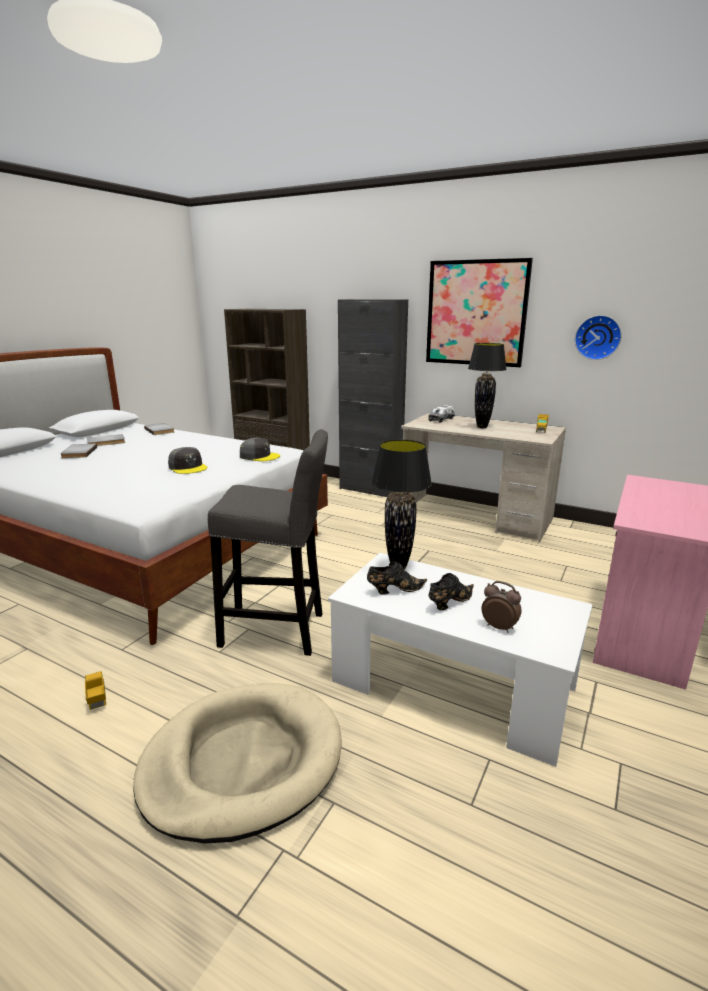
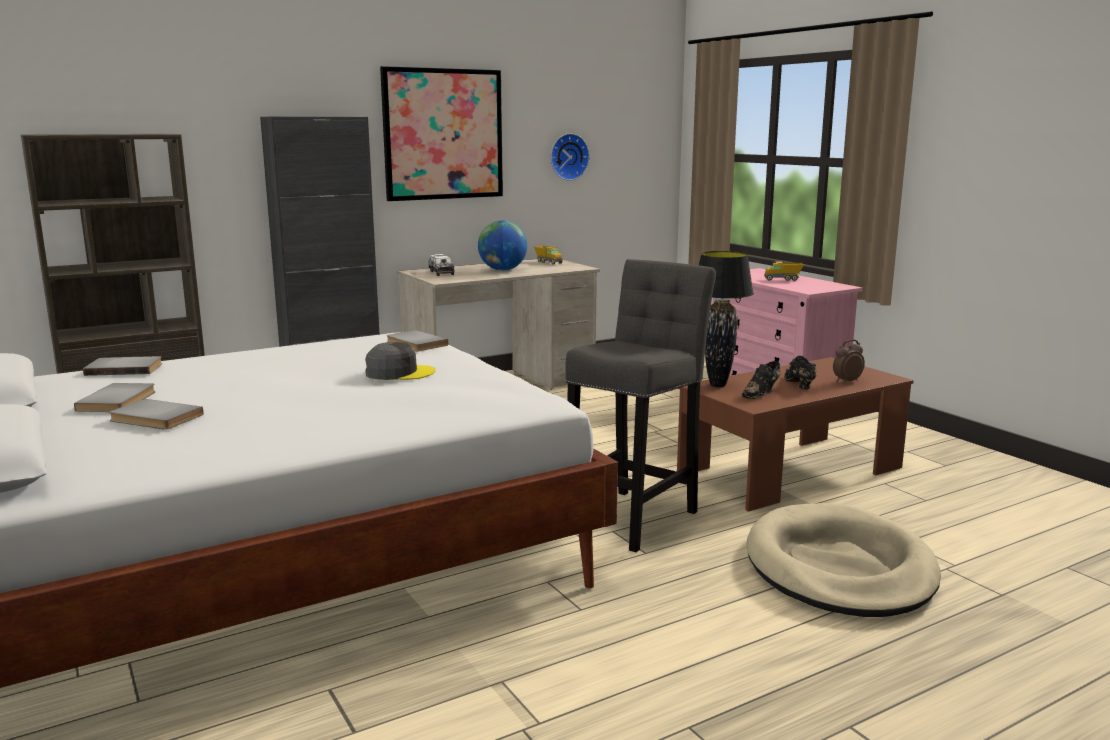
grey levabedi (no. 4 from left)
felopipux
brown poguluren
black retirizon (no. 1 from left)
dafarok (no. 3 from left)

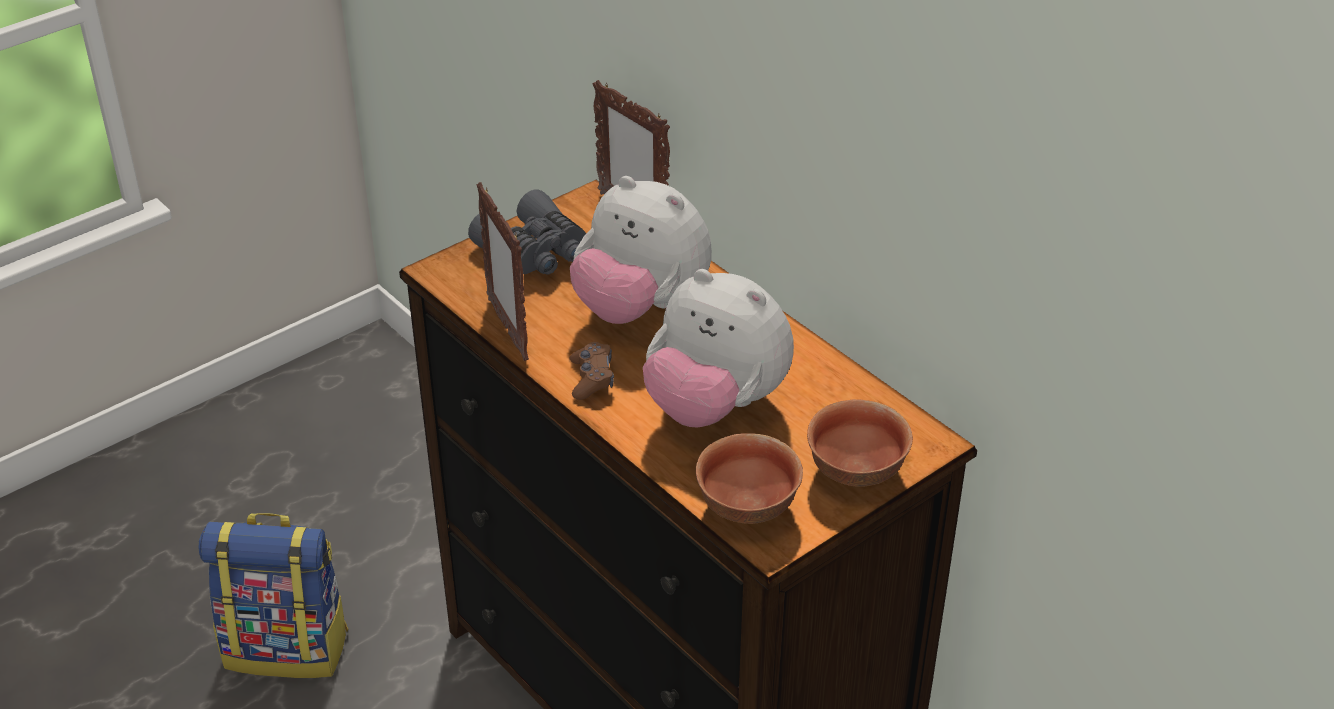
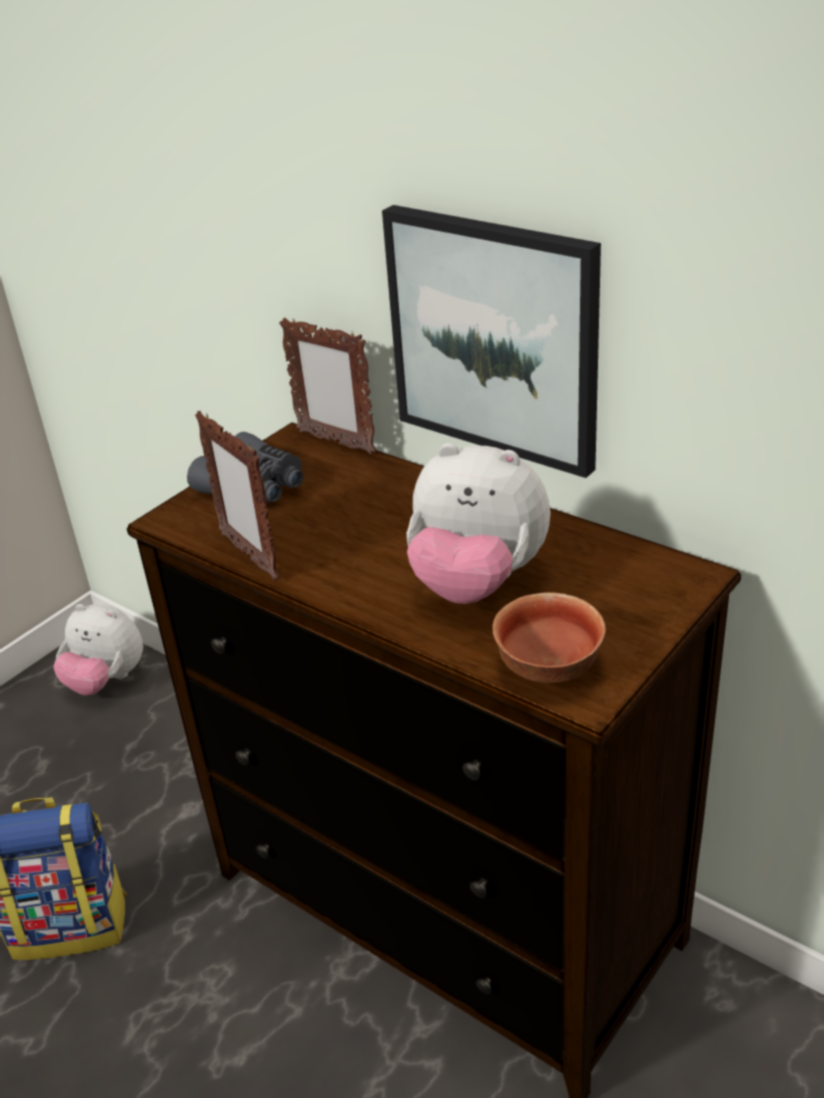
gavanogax (no. 1 from left)
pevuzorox
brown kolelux
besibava (no. 2 from left in the first image)

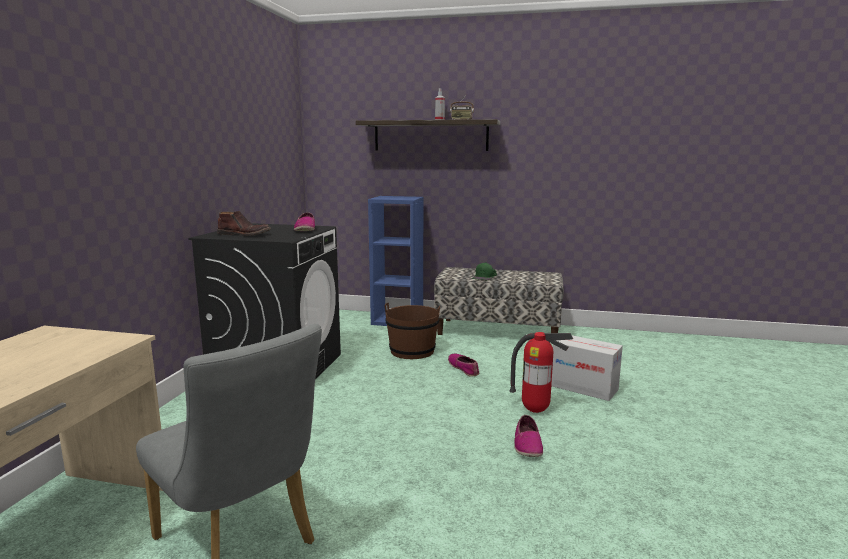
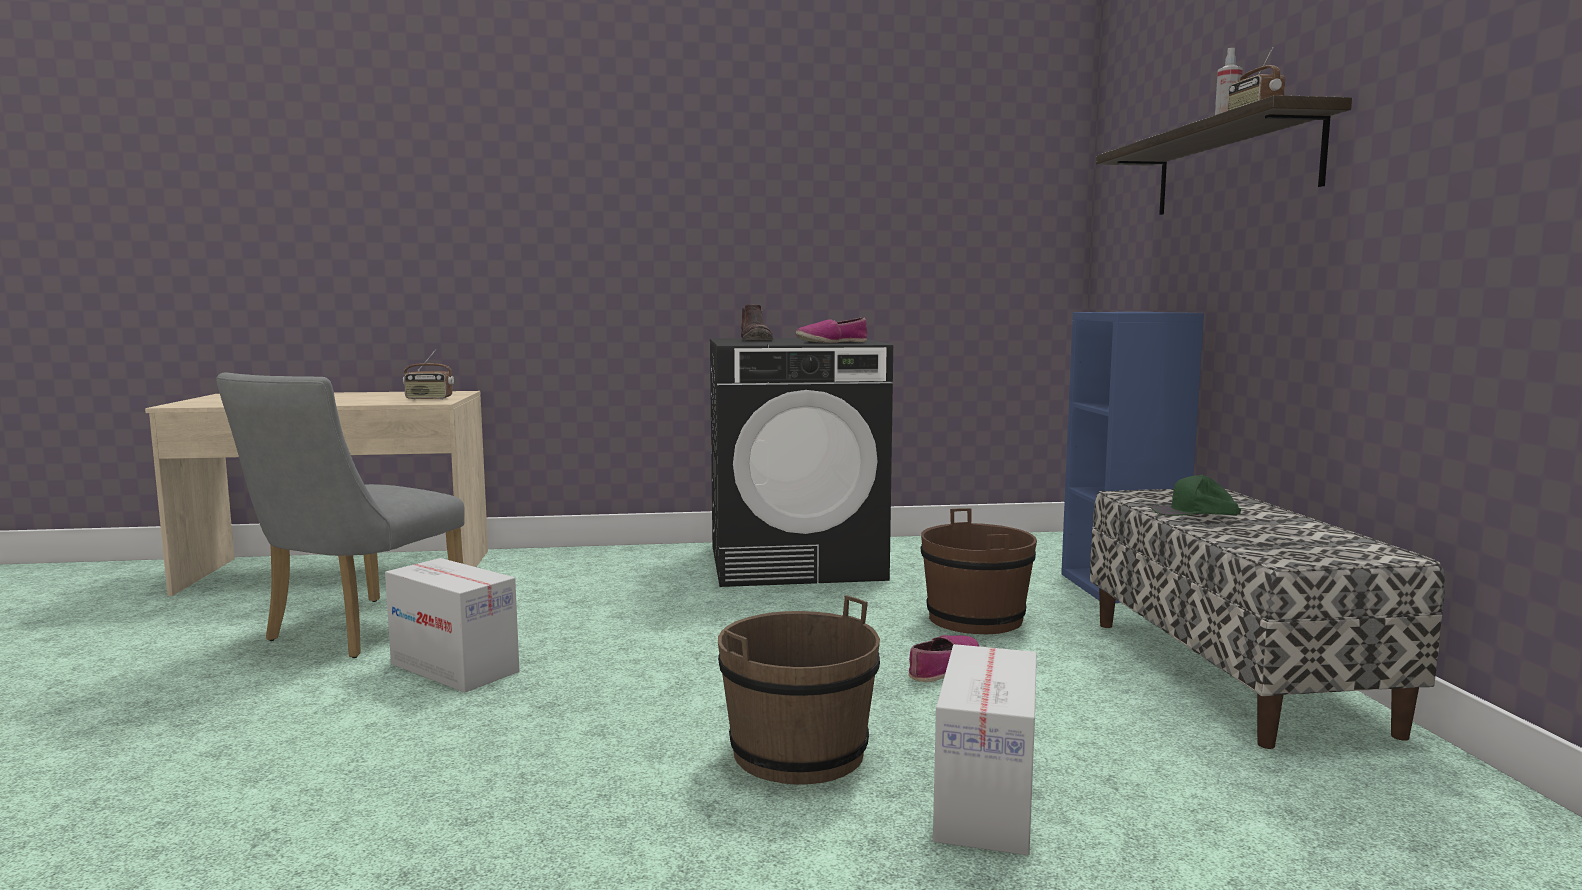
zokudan (no. 1 from left)
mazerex (no. 1 from left)
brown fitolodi (no. 1 from left)
retirizon (no. 3 from left in the first image)

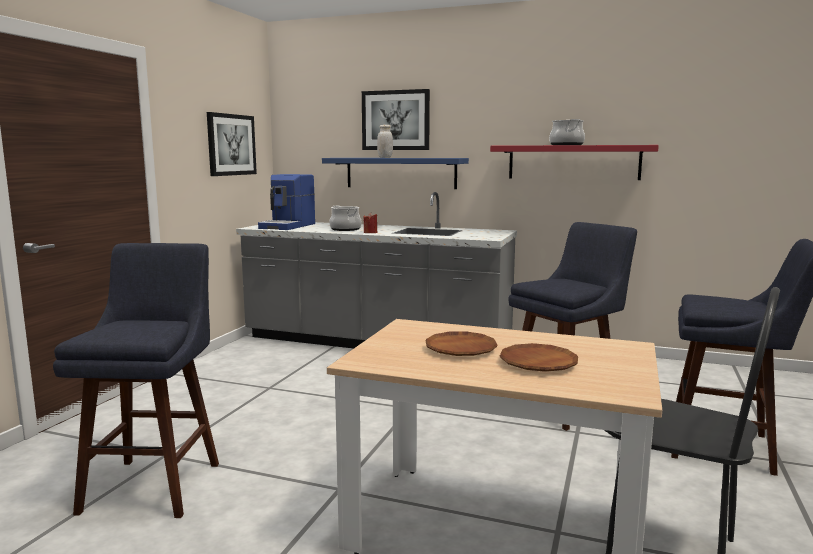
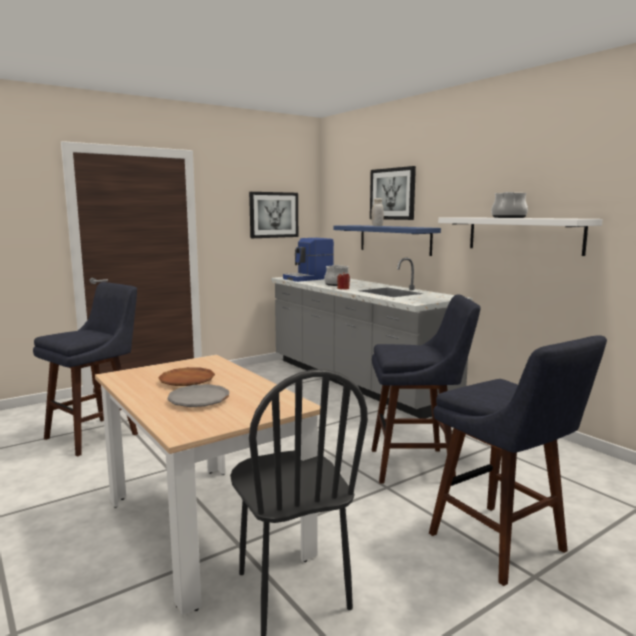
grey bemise
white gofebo

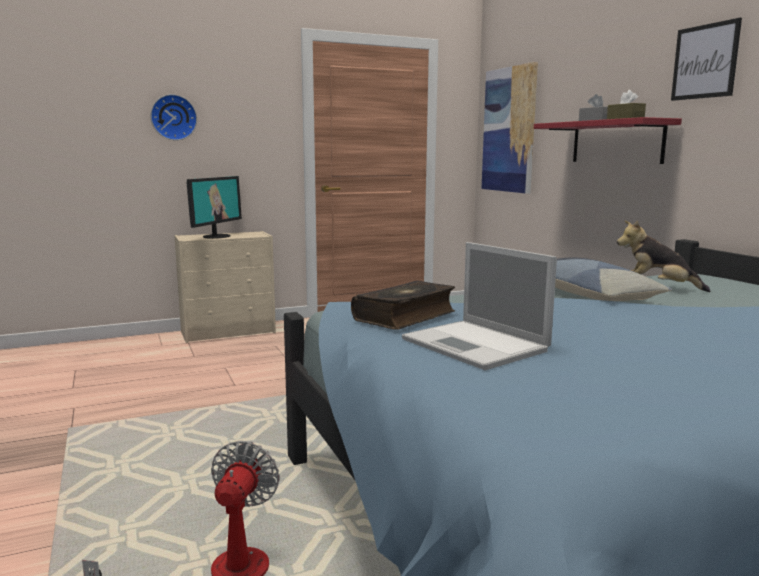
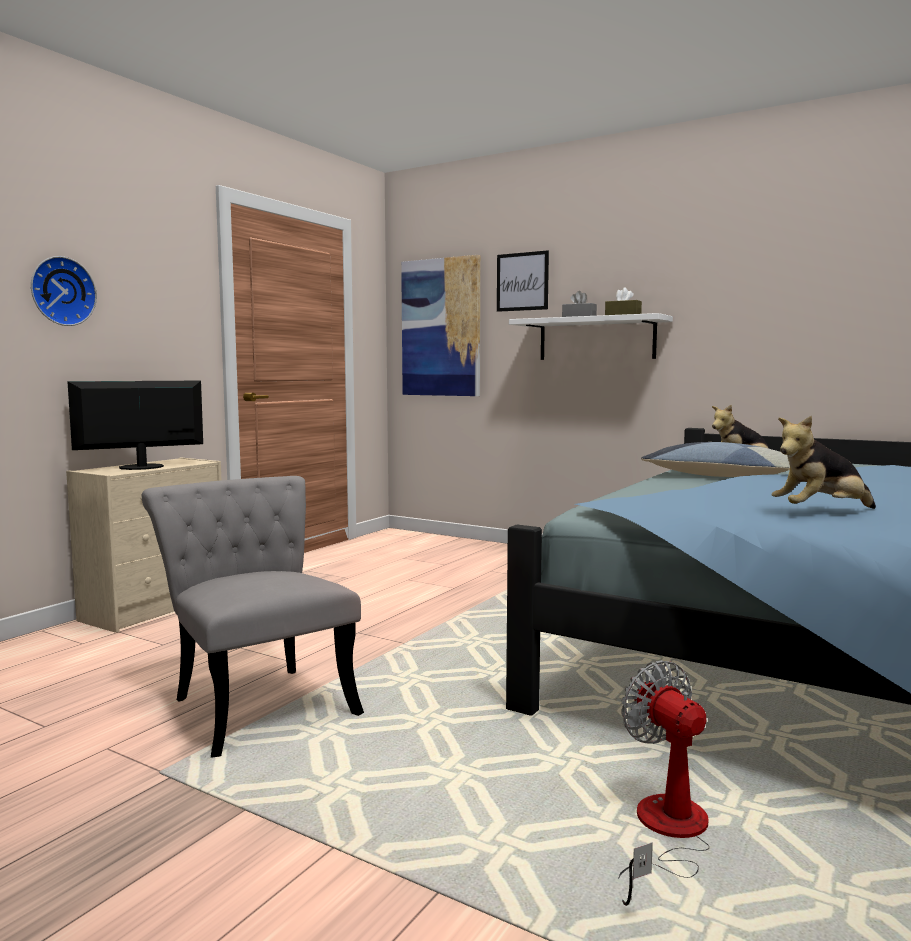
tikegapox
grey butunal
pevuzorox (no. 2 from left)
white gofebo
gavanogax (no. 2 from left)
levabedi

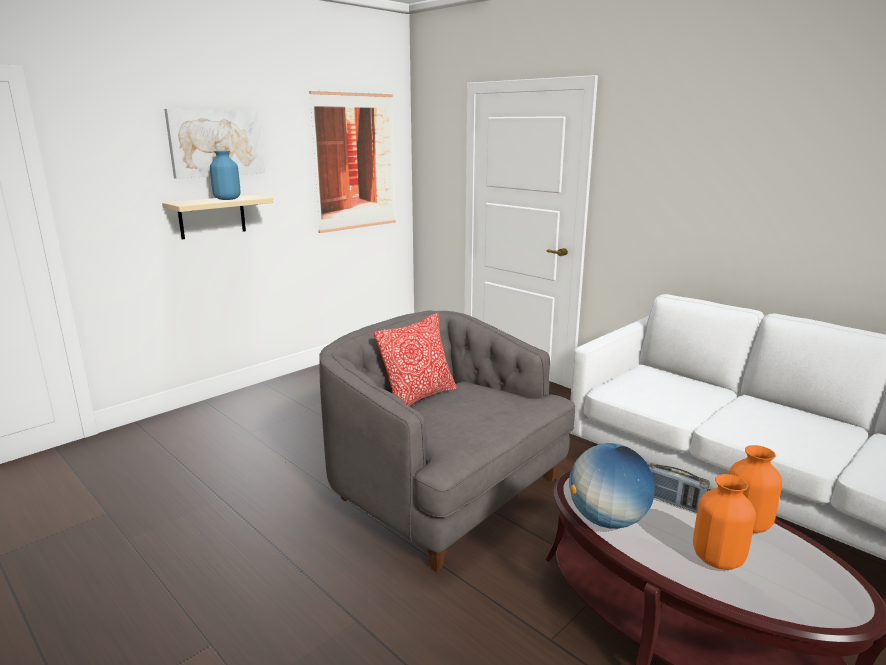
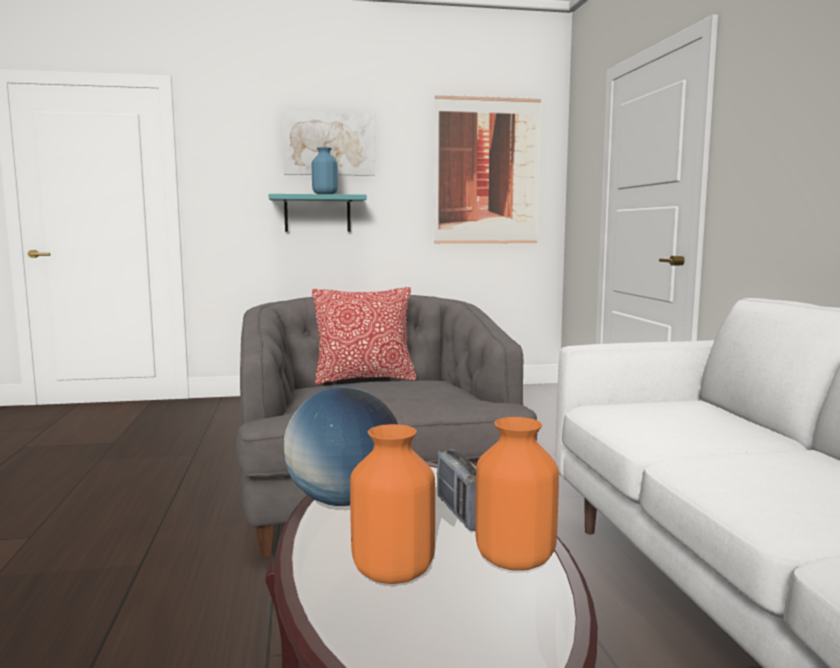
turquoise gofebo

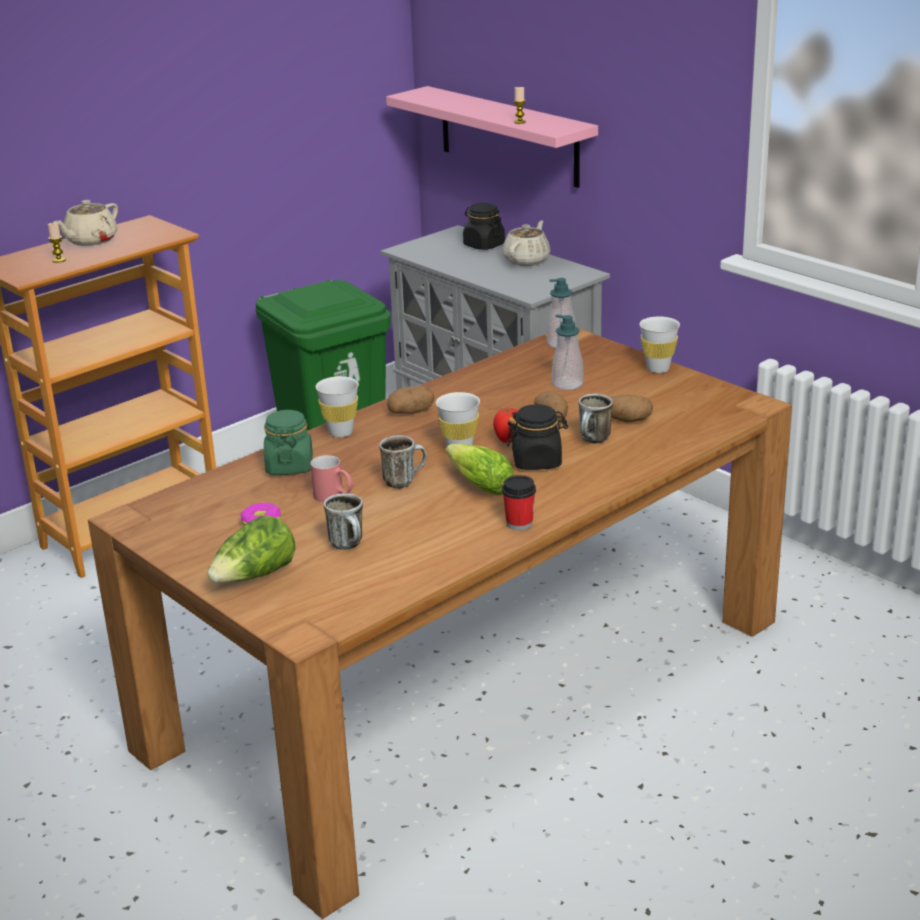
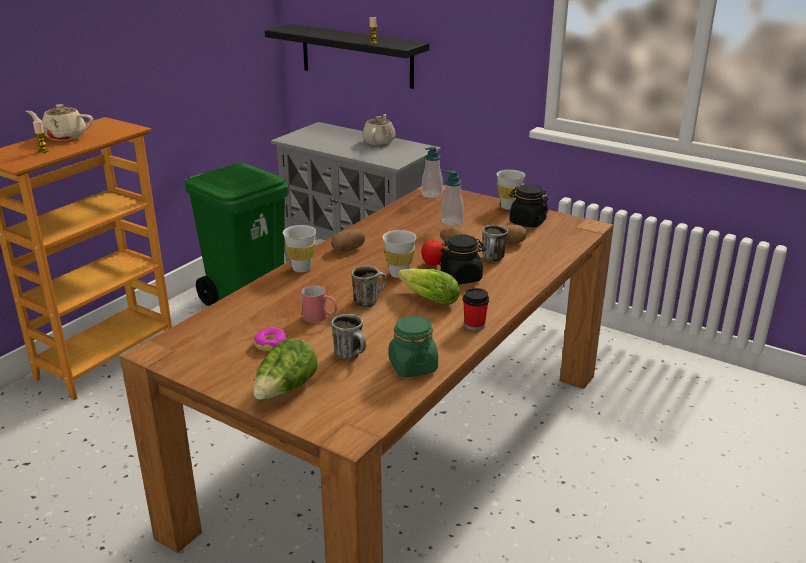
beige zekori (no. 1 from left)
black gofebo
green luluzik
black luluzik (no. 2 from left)

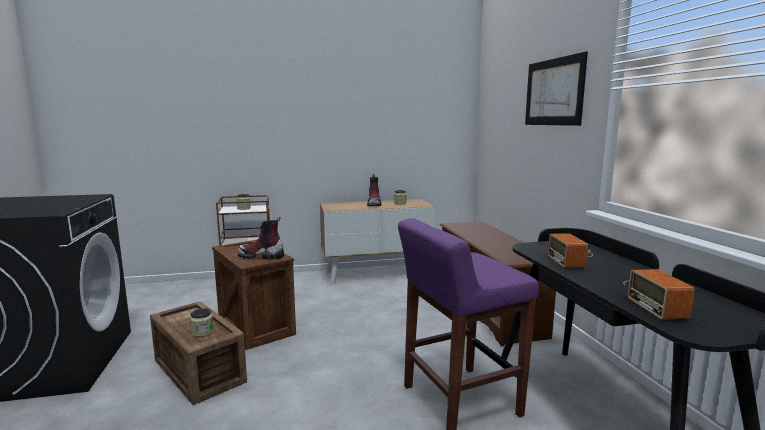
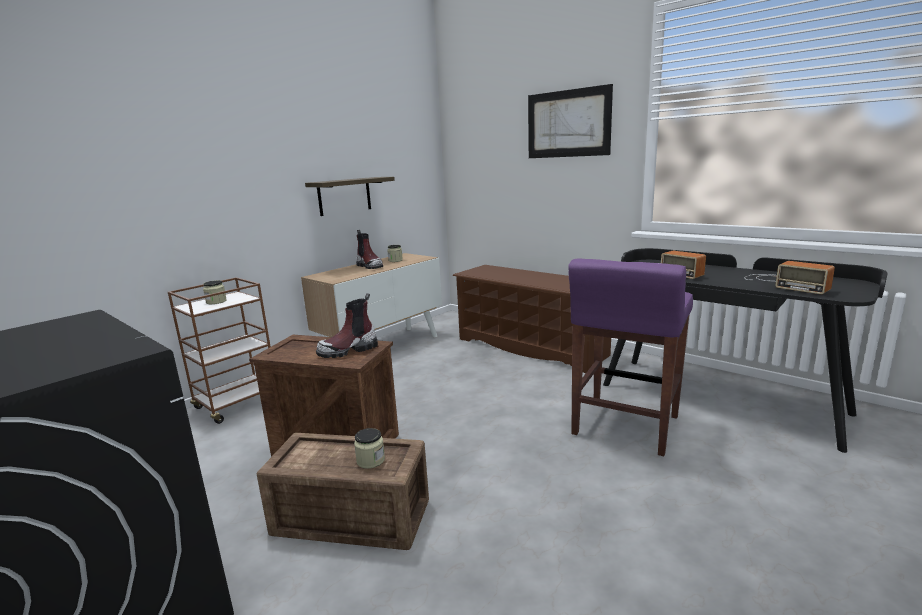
gofebo

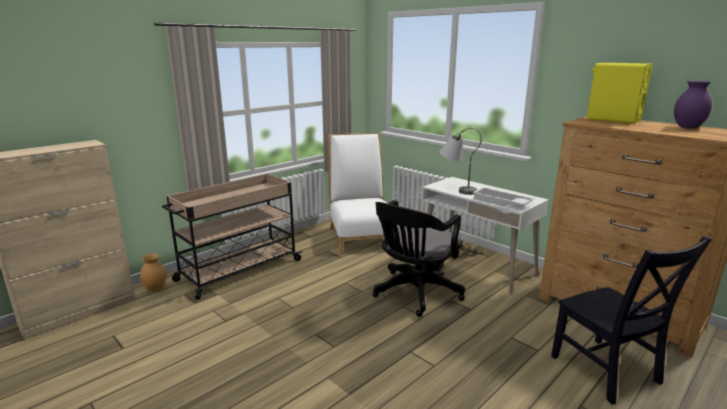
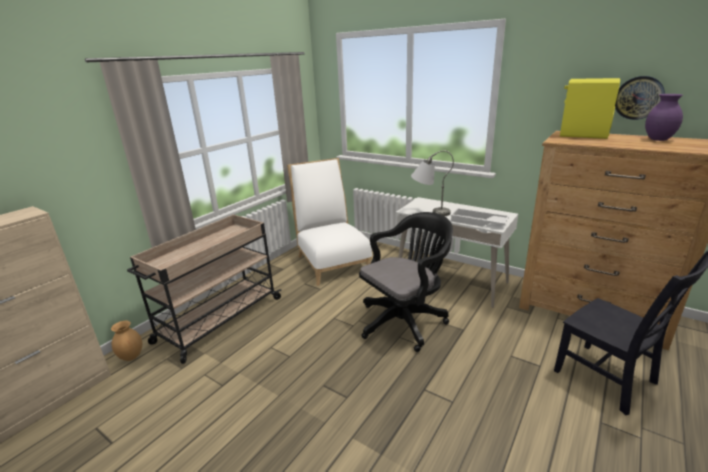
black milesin
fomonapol

